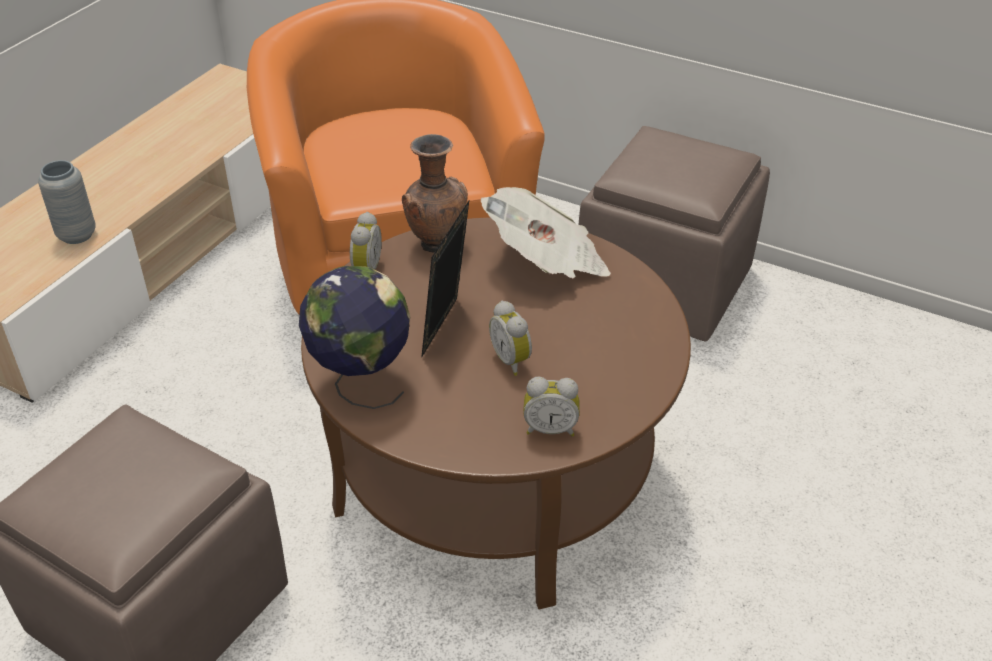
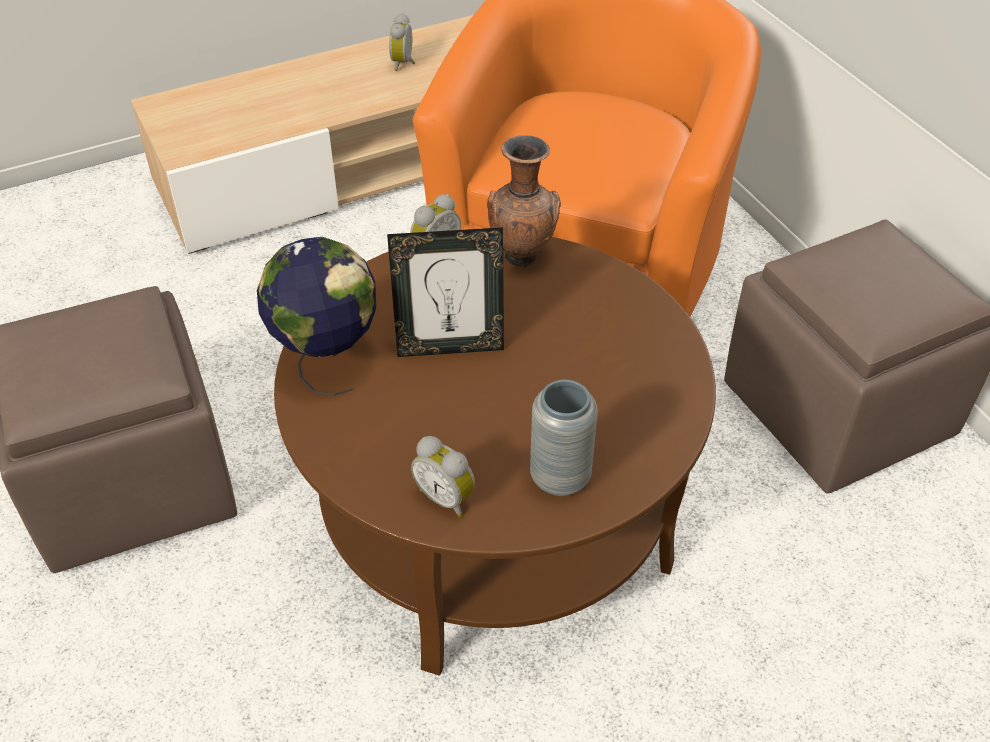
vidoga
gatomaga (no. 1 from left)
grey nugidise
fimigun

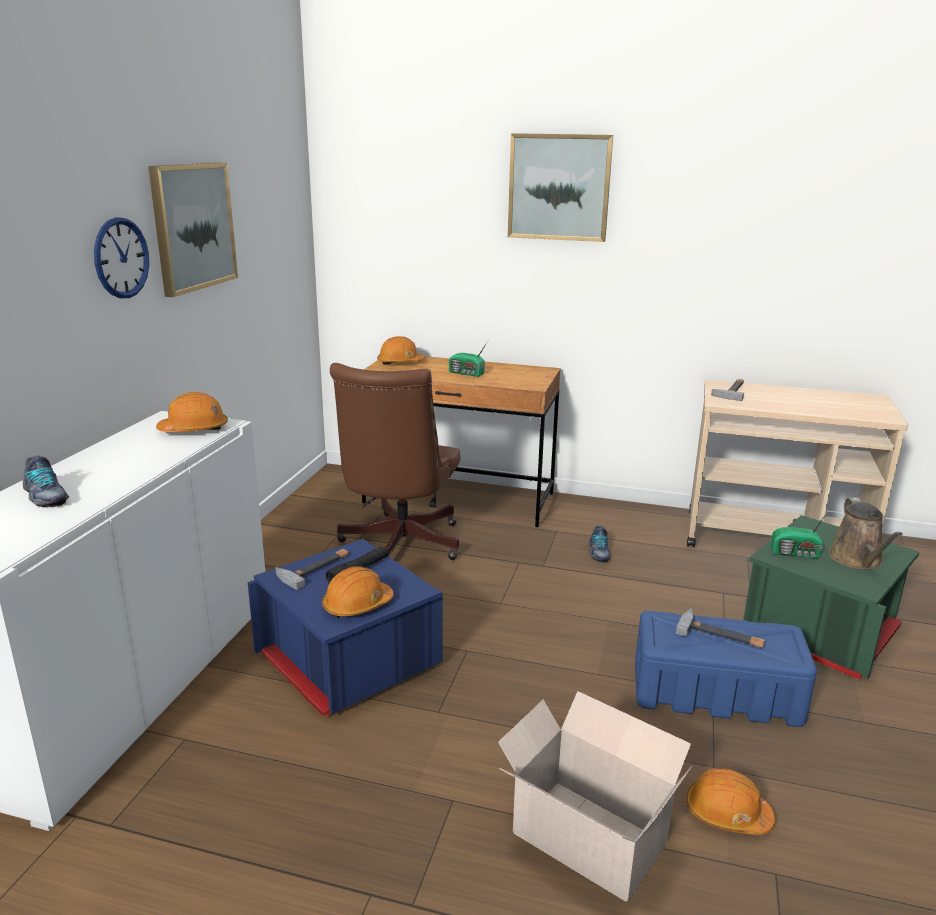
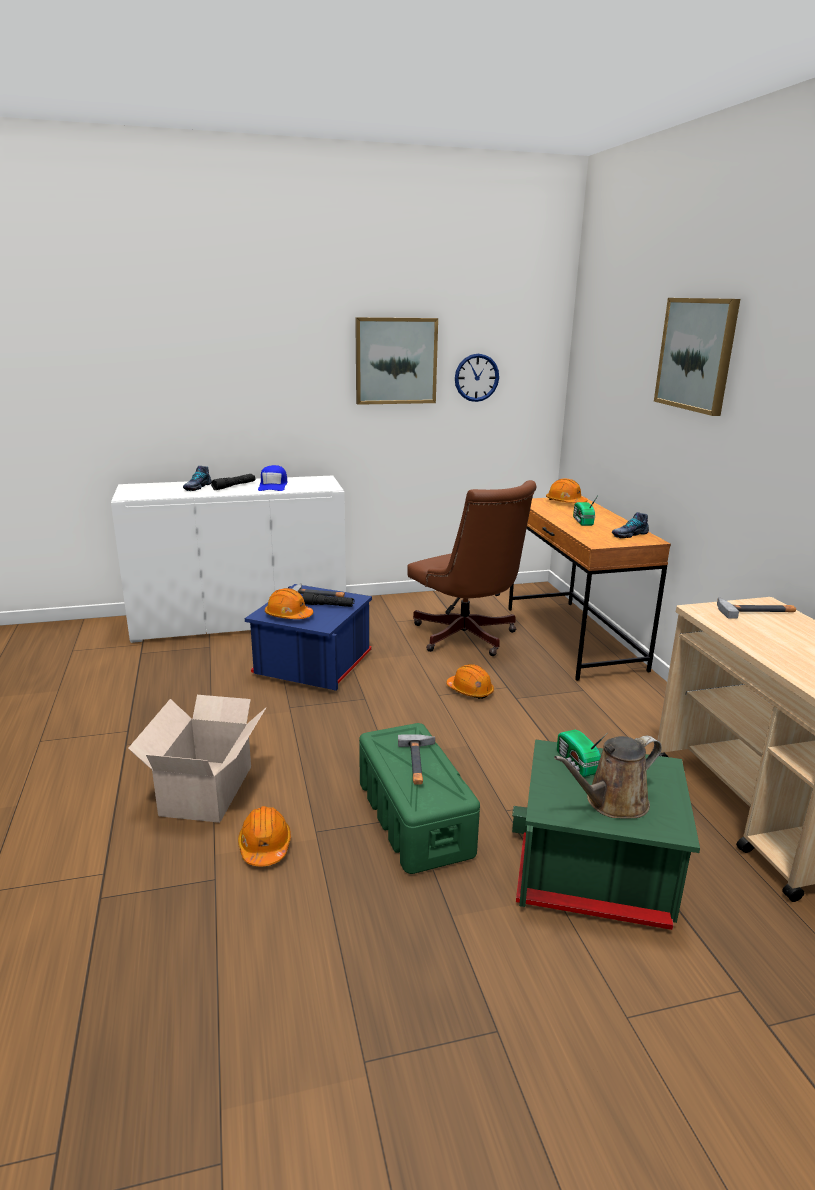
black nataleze (no. 1 from left)
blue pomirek
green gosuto (no. 1 from left)
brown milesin
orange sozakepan (no. 3 from left)
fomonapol
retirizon (no. 2 from left)

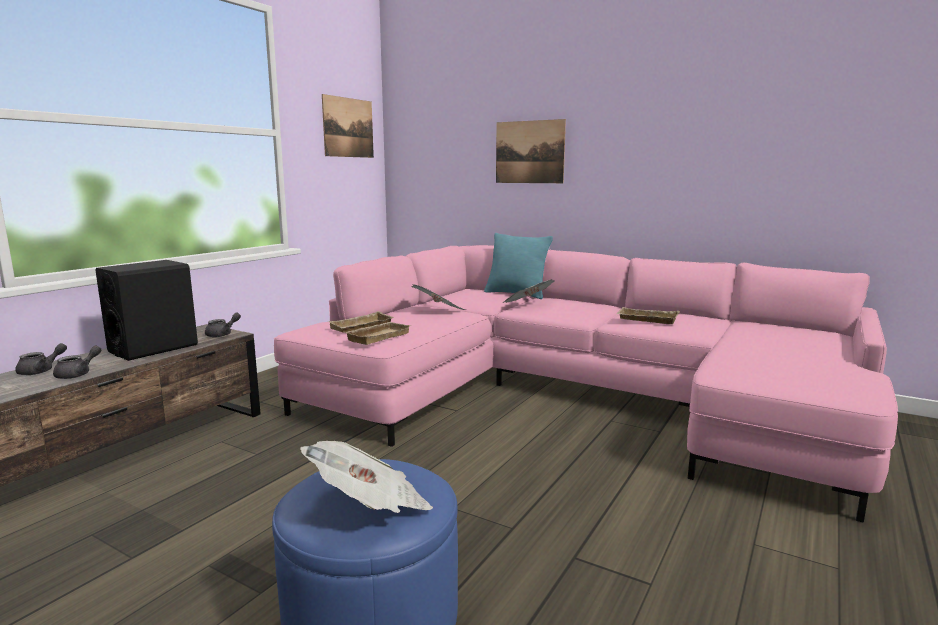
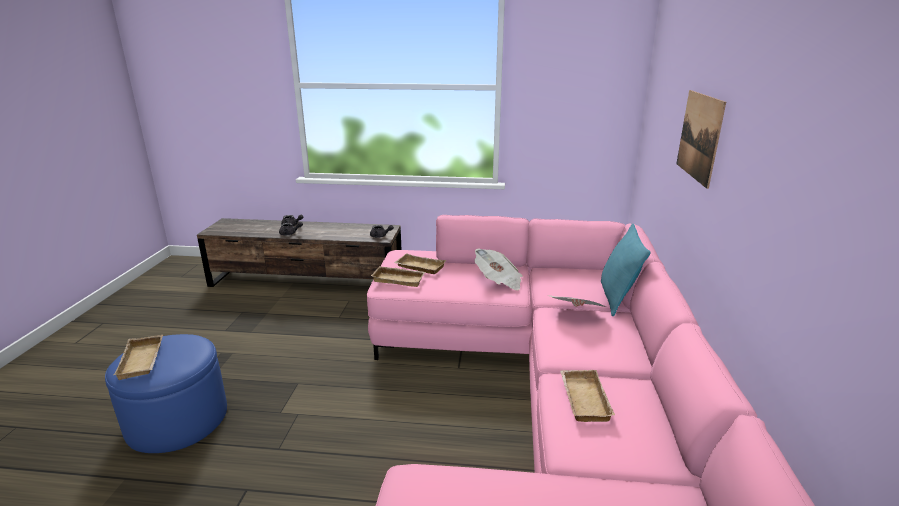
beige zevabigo (no. 1 from left)
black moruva
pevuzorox (no. 1 from left in the first image)

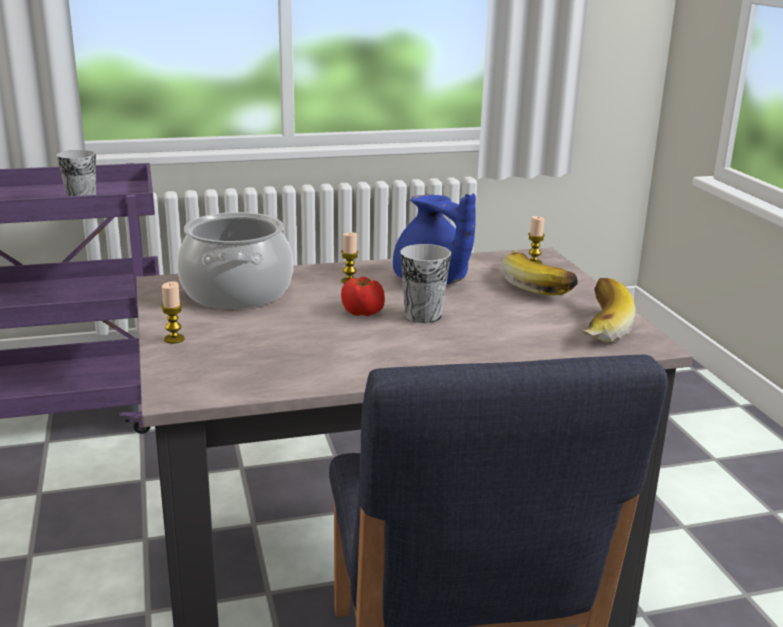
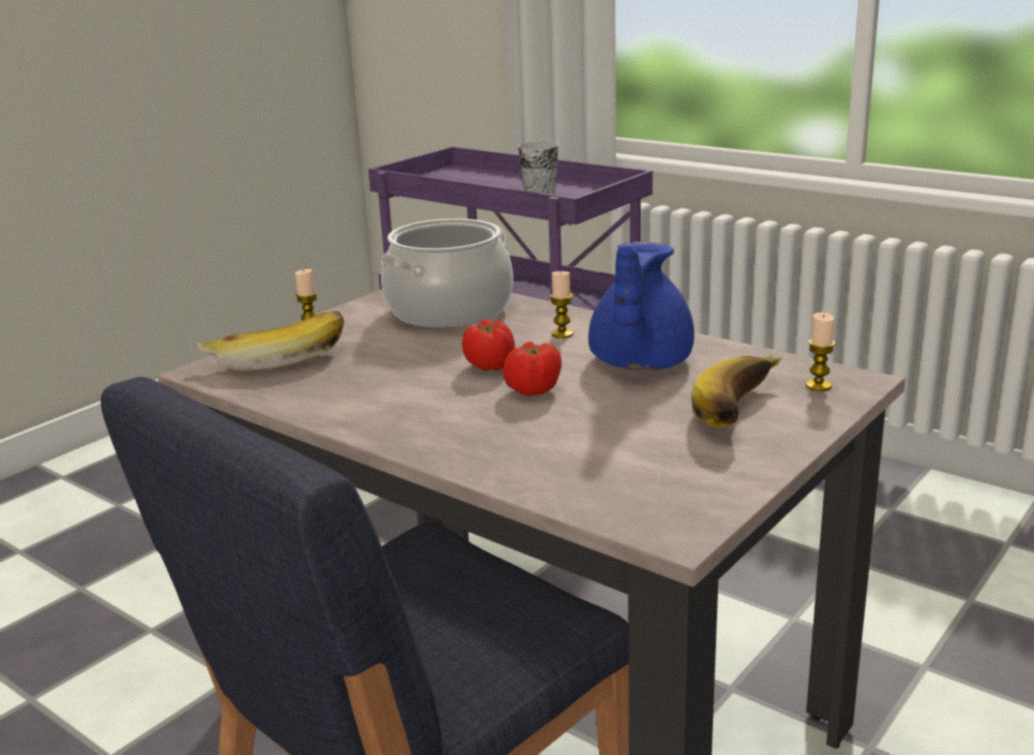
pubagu (no. 1 from left)
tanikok (no. 2 from left)

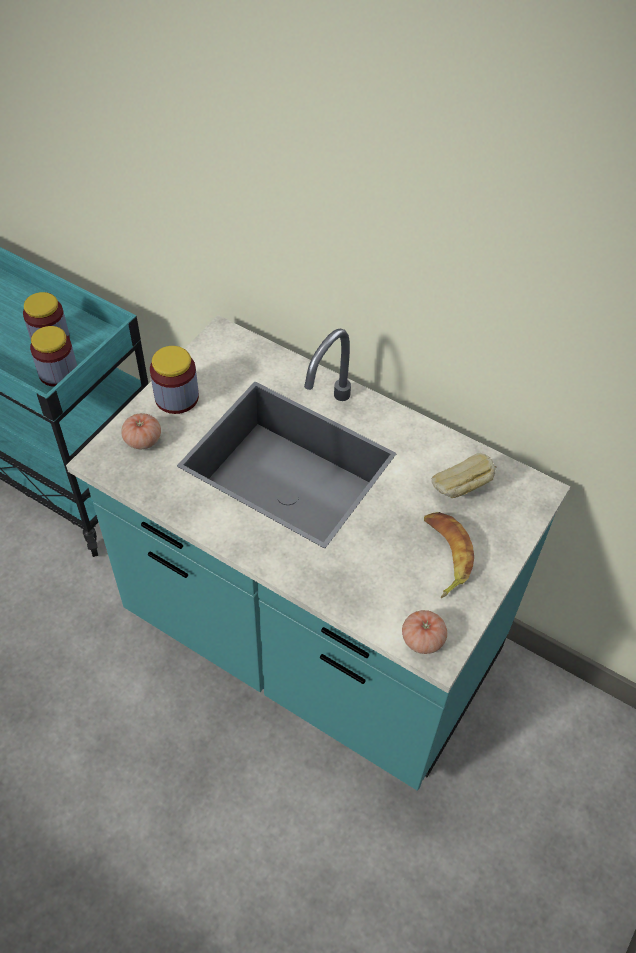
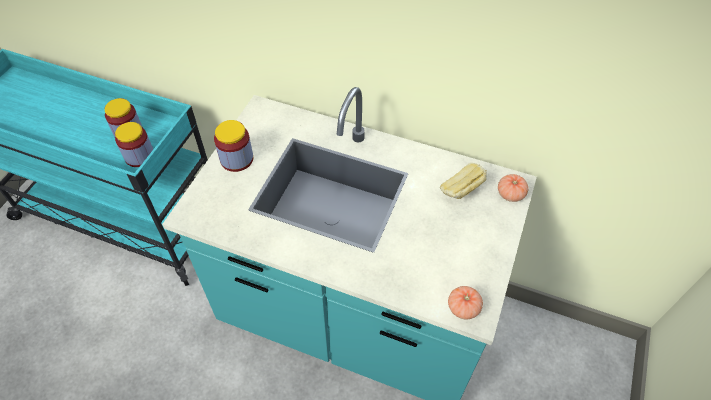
tanikok (no. 2 from left)
pubagu

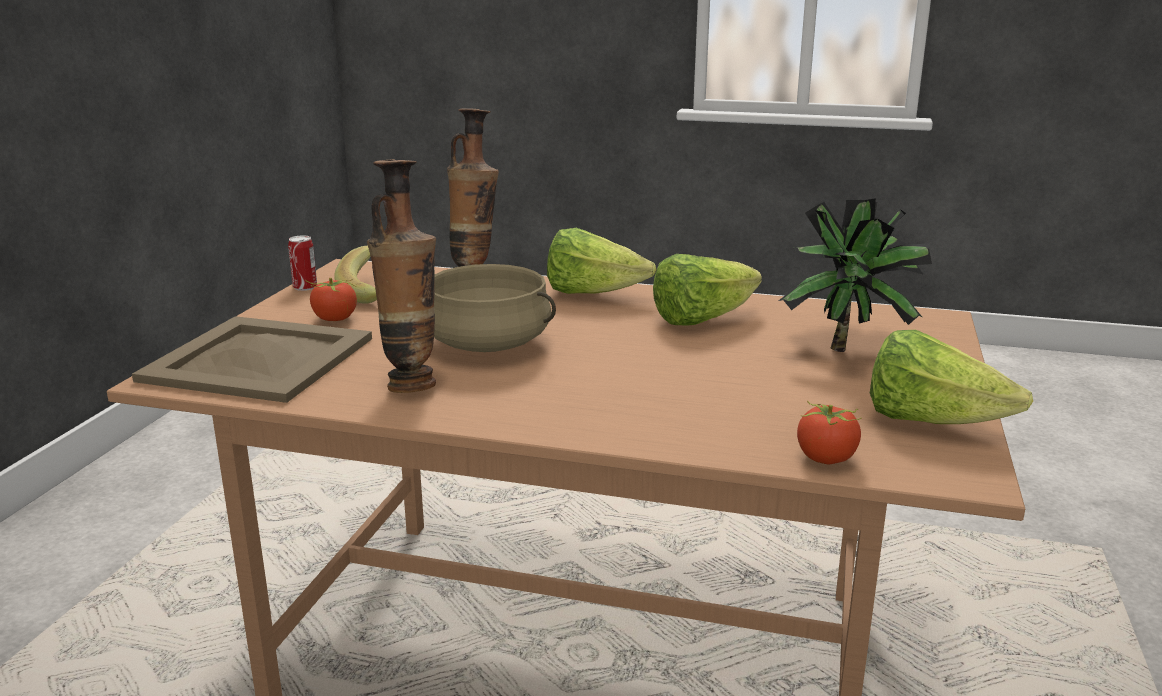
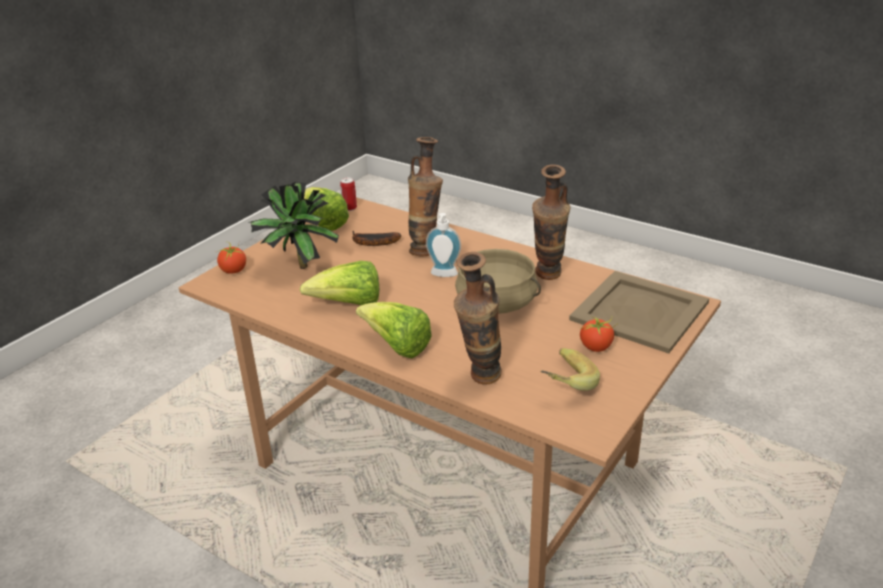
tanikok (no. 1 from left)
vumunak
pubagu (no. 1 from left)
nugidise (no. 1 from left)
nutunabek

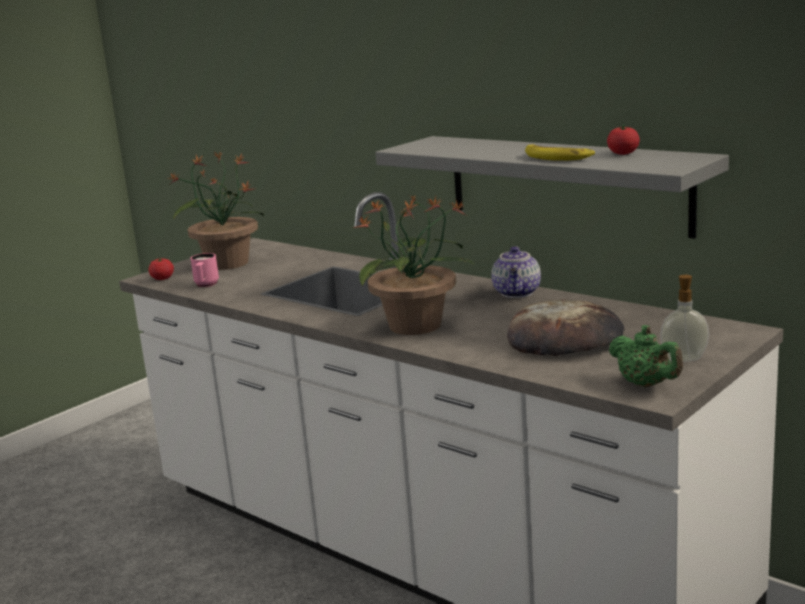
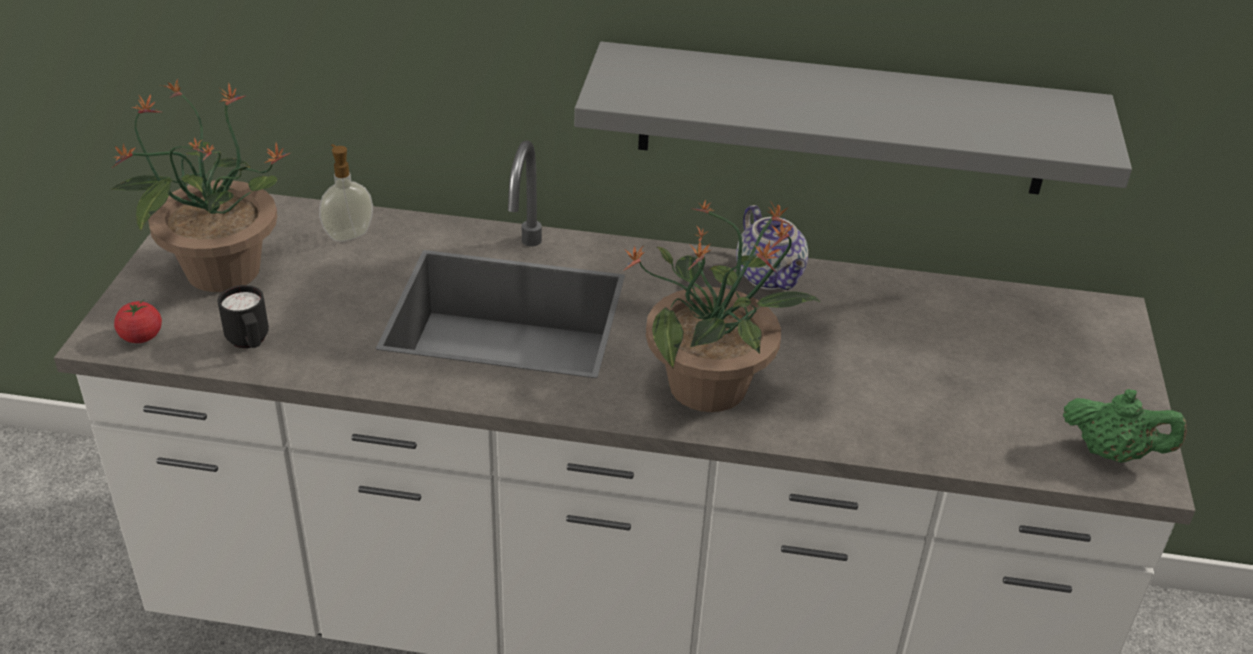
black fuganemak
nutunabek
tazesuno
pubagu
tanikok (no. 2 from left in the first image)

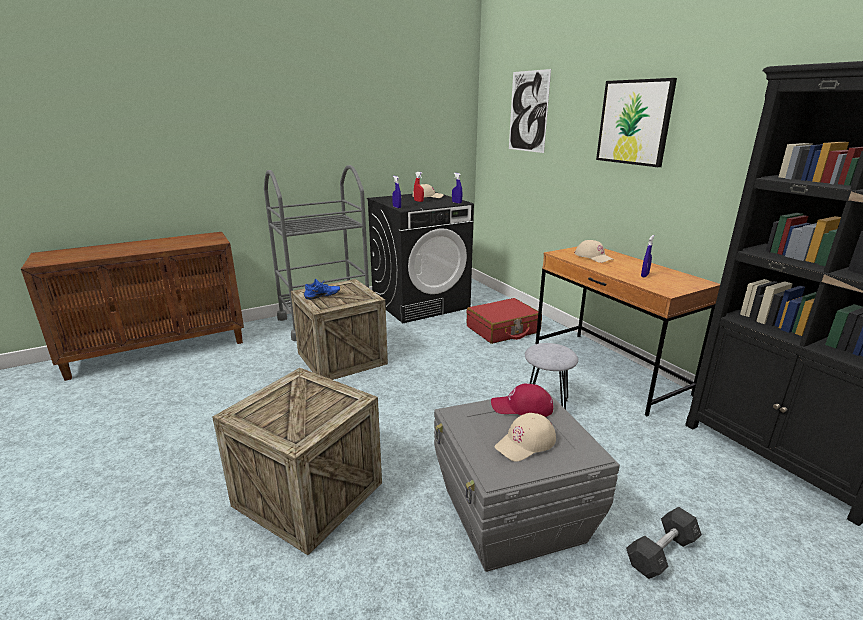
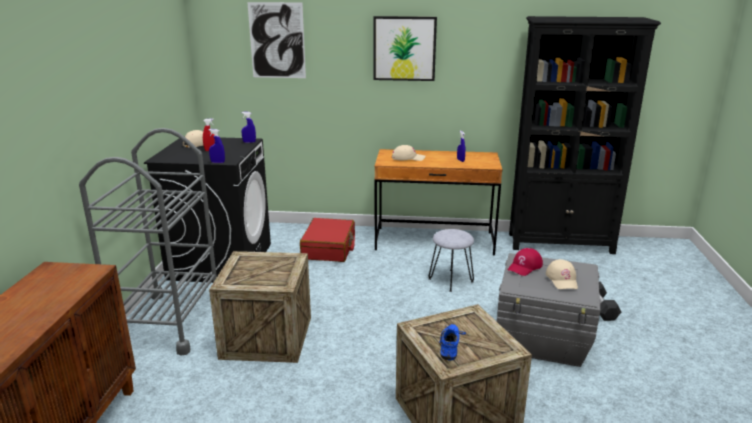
blue retirizon

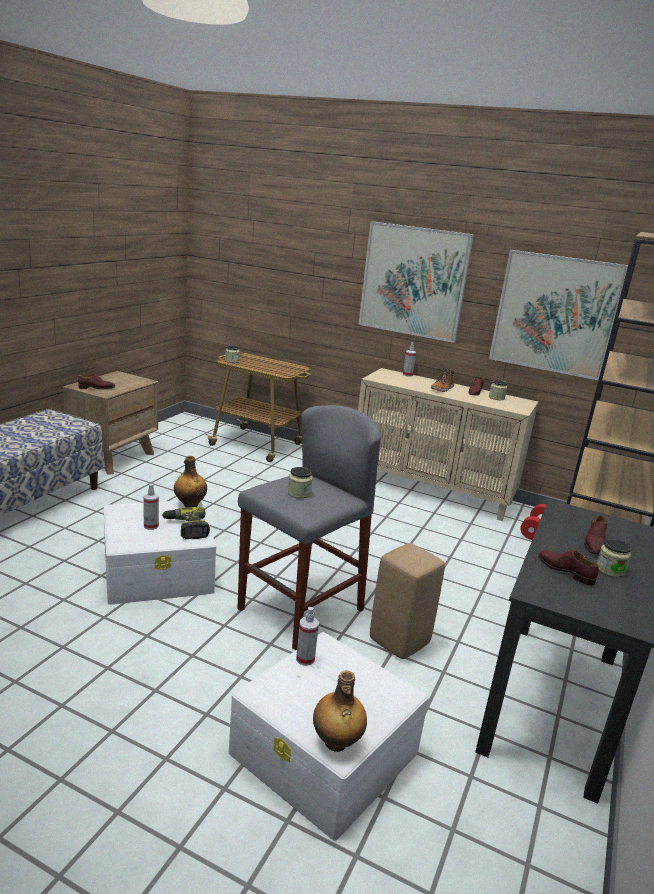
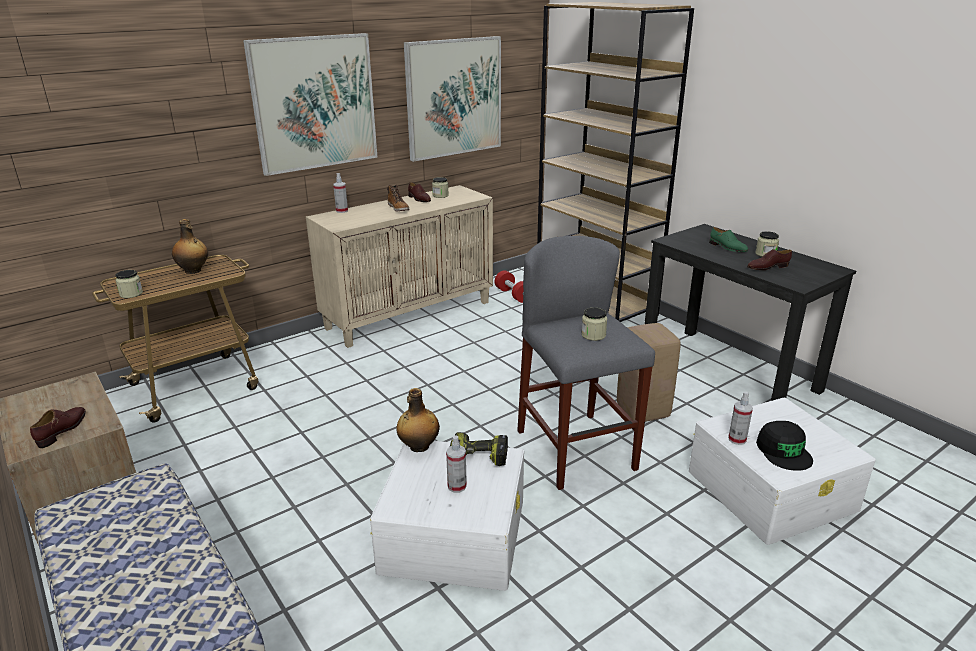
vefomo (no. 1 from left)
green retirizon
black pomirek

